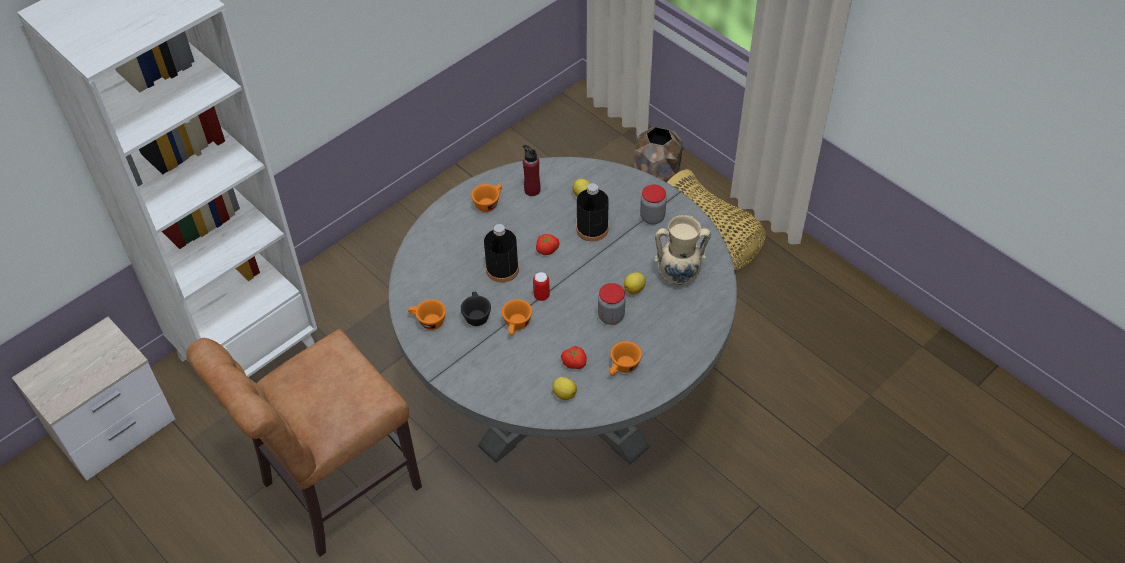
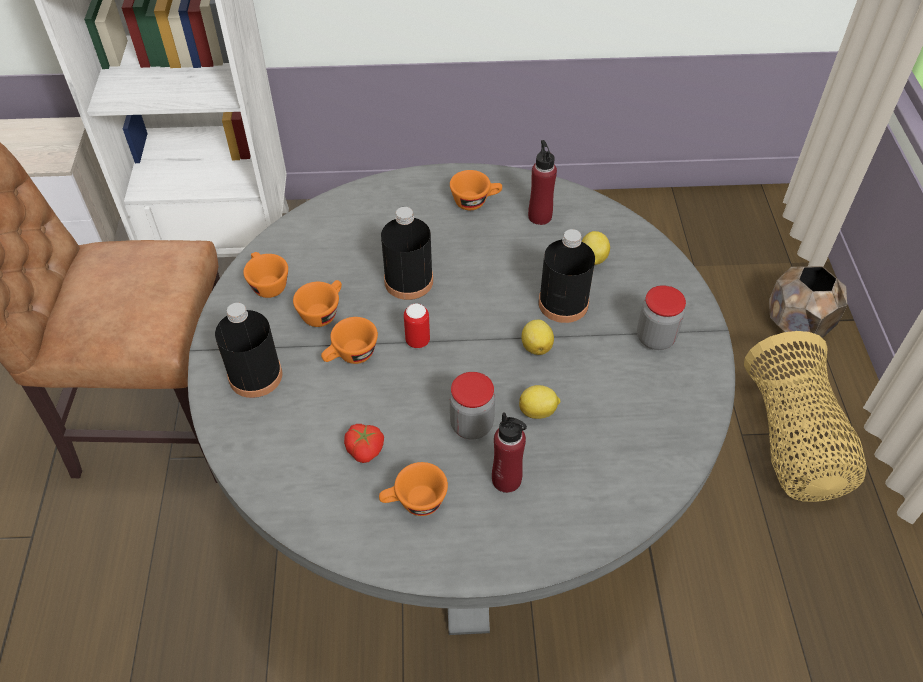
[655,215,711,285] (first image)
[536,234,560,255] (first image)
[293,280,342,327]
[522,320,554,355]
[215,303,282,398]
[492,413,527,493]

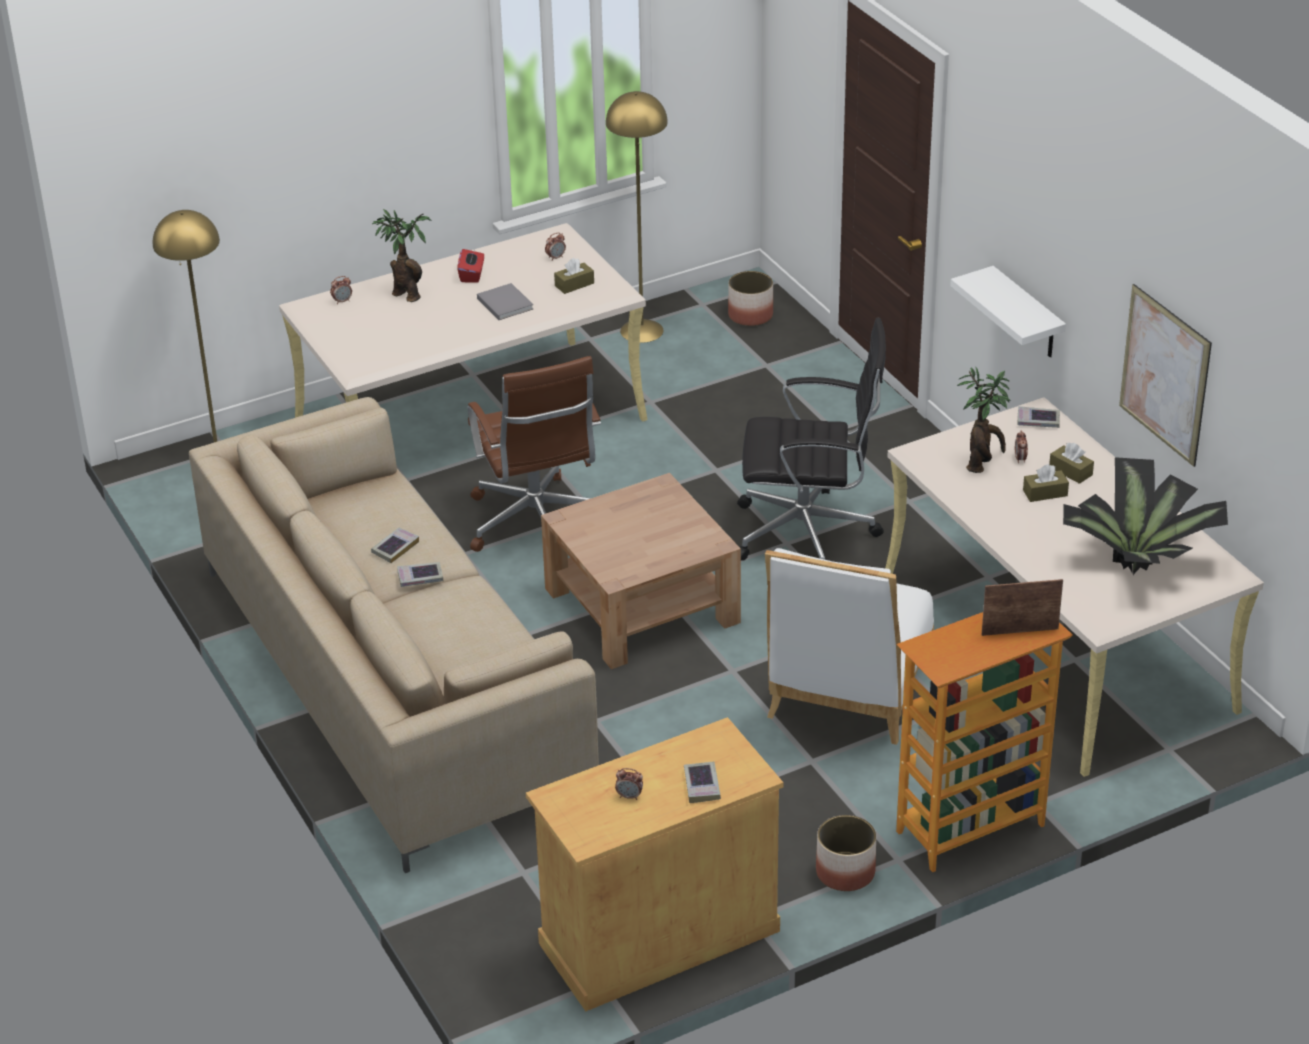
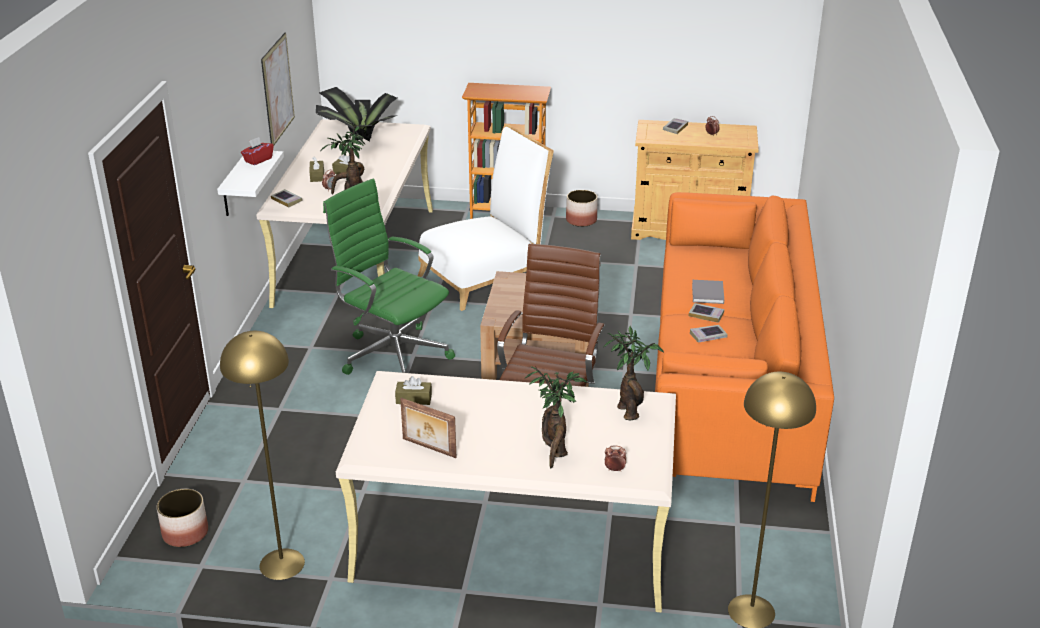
[545,232,566,261] (first image)
[241,137,274,165]
[692,280,724,304]
[323,179,455,375]
[655,192,834,502]
[400,398,457,458]
[603,326,664,420]

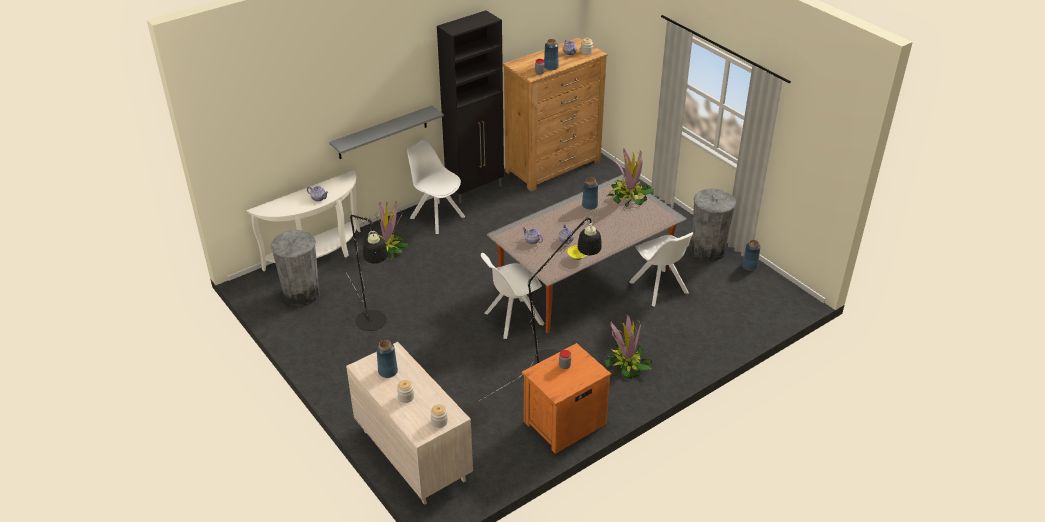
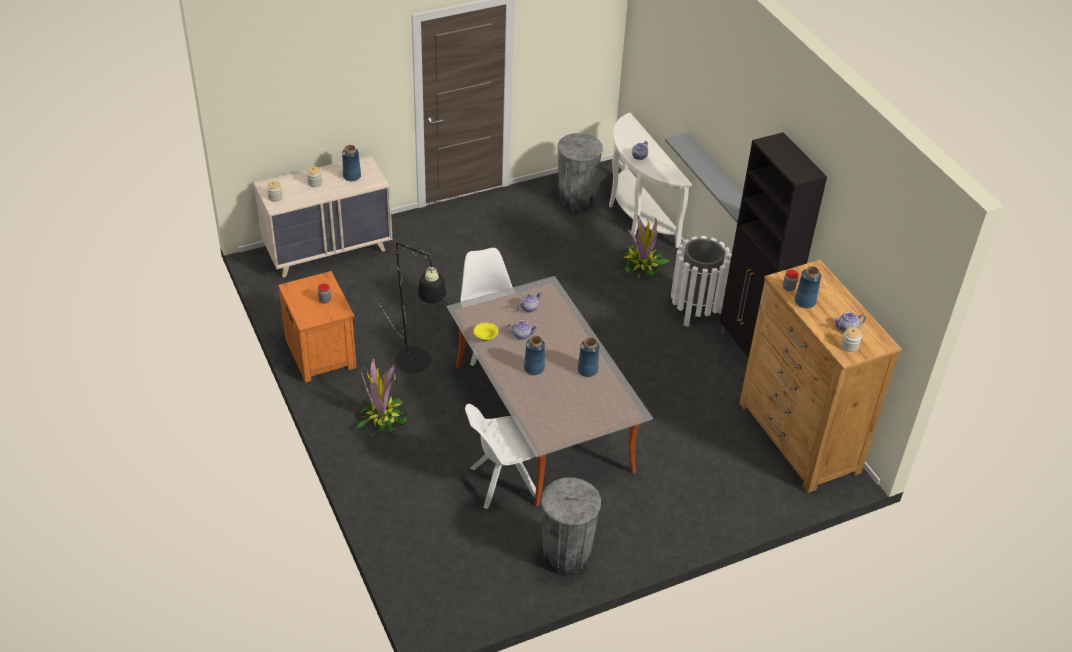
[671,236,732,327]
[606,149,655,207] (first image)
[345,215,388,331] (first image)
[524,336,545,375]

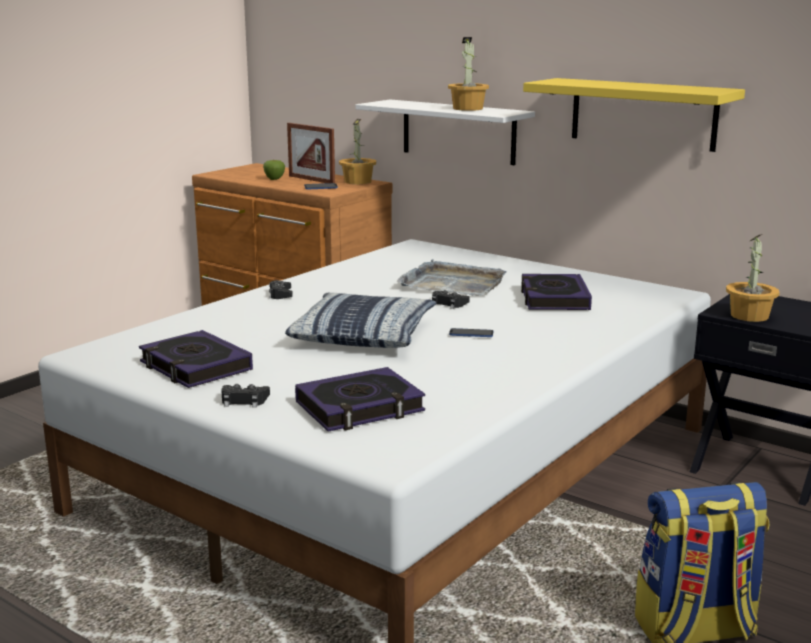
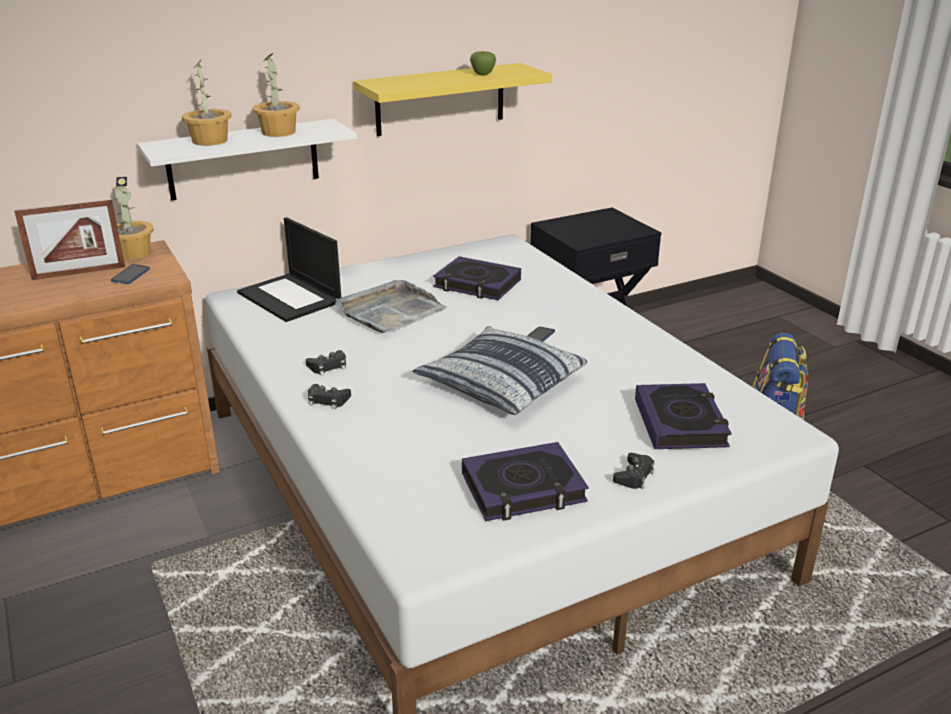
[470,51,496,76]
[182,60,231,146]
[306,350,346,375]
[237,217,341,322]

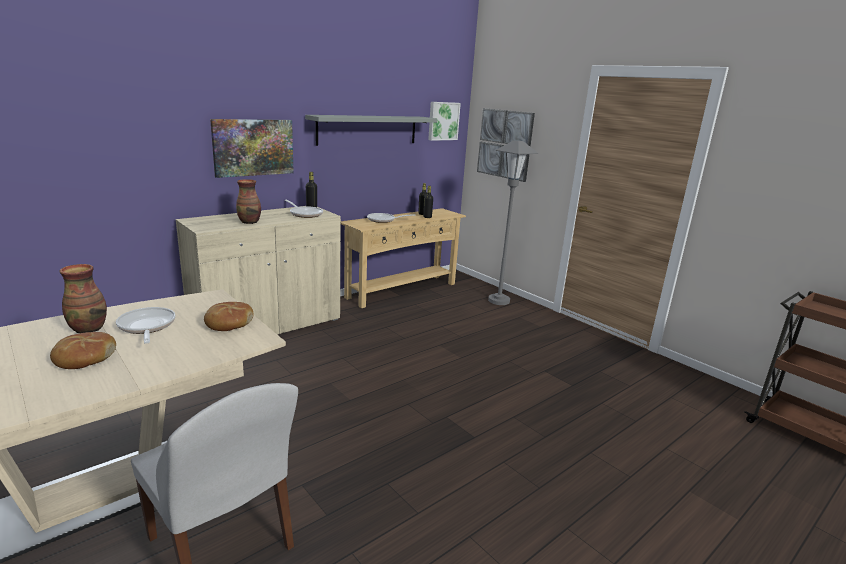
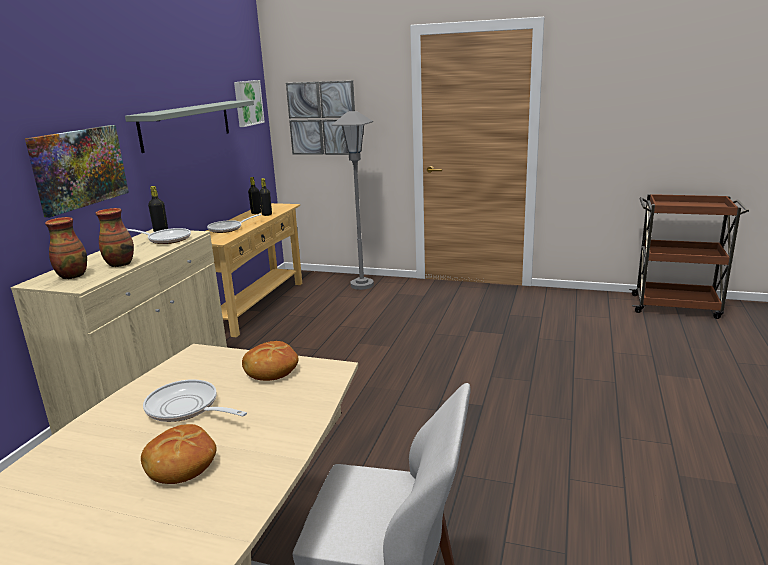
[45,217,87,279]

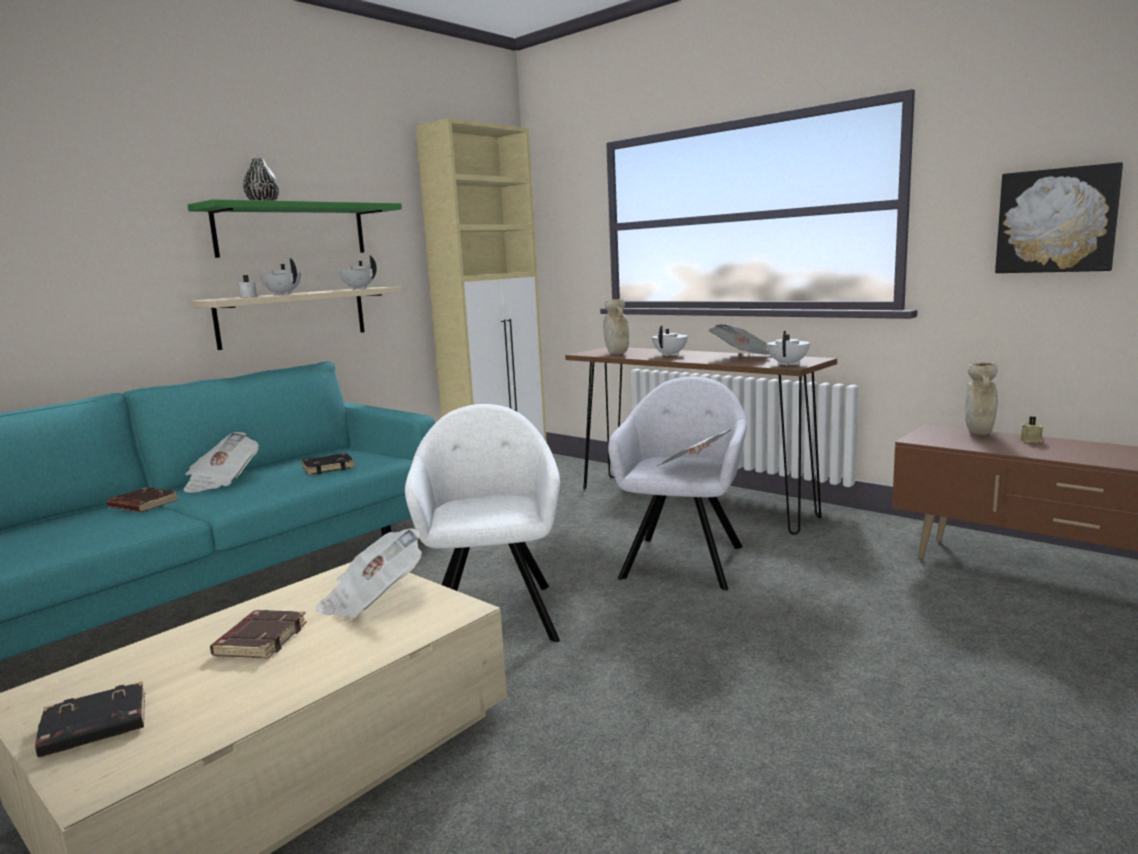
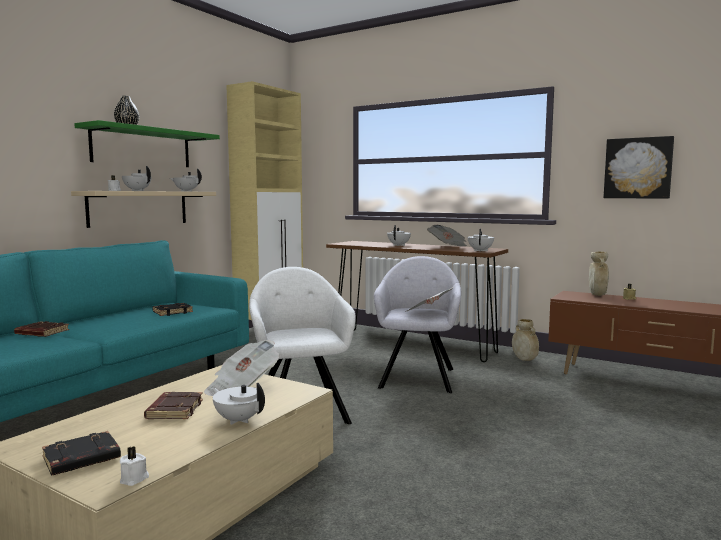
[512,319,539,361]
[183,432,259,493] (first image)
[212,383,265,425]
[120,446,149,486]

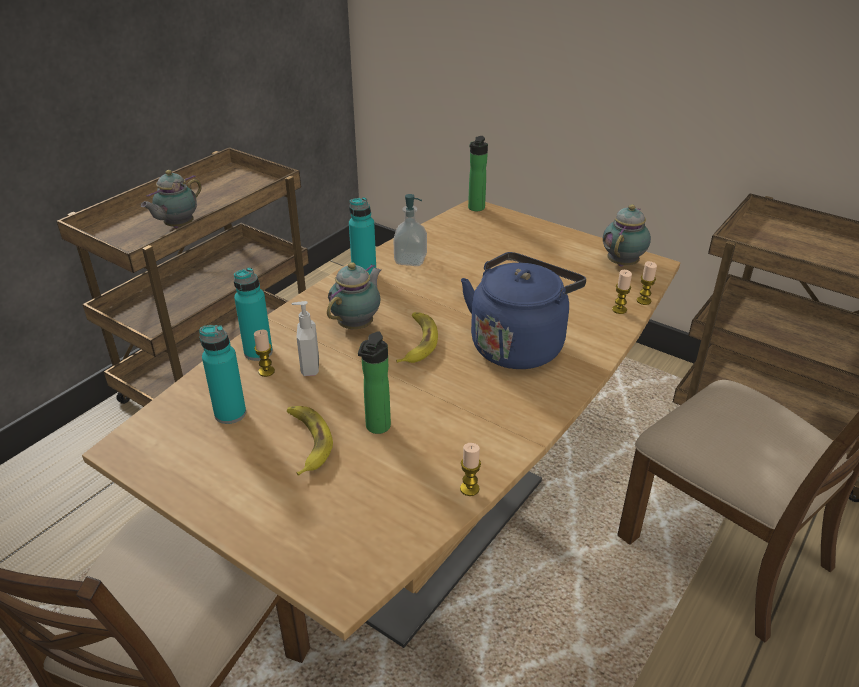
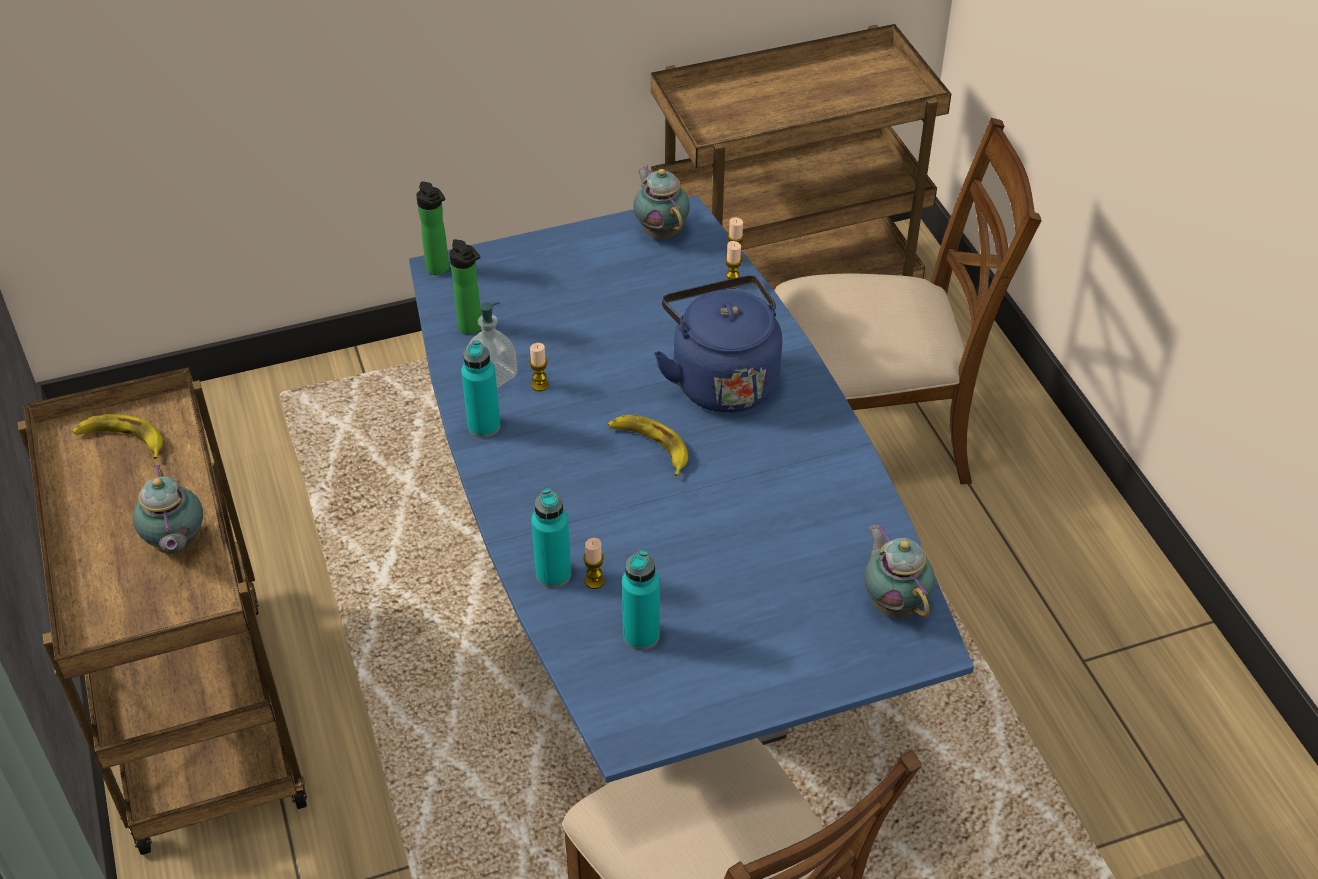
[409,195,974,783]
[864,525,935,617]
[291,301,319,376] (first image)
[449,239,481,334]
[73,414,163,459]
[529,343,549,391]

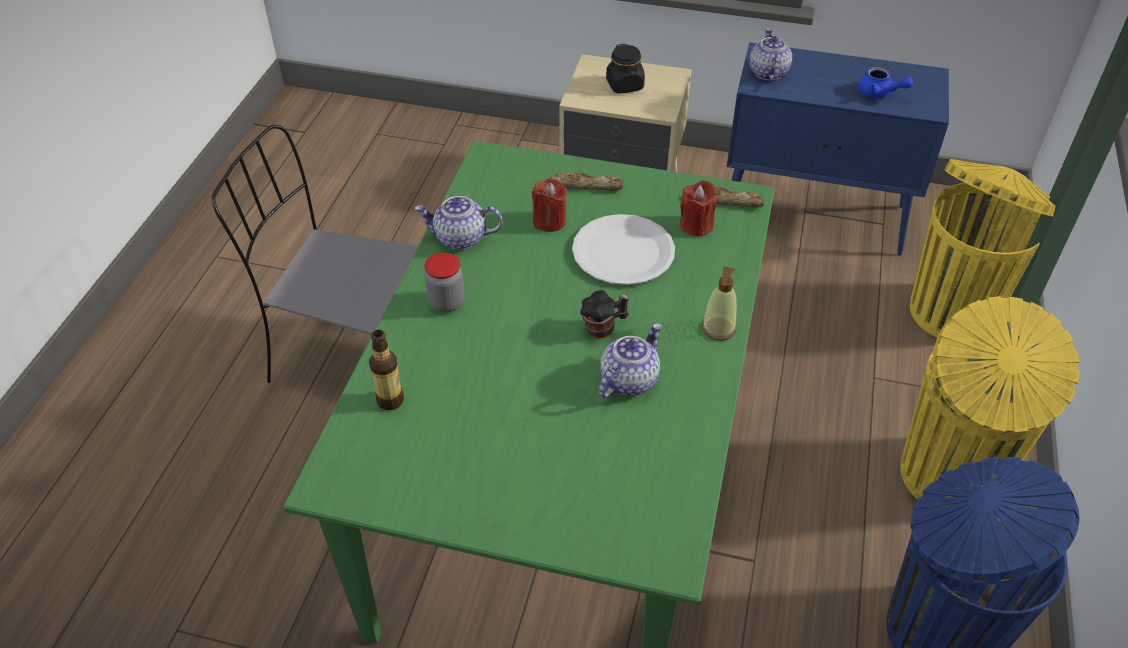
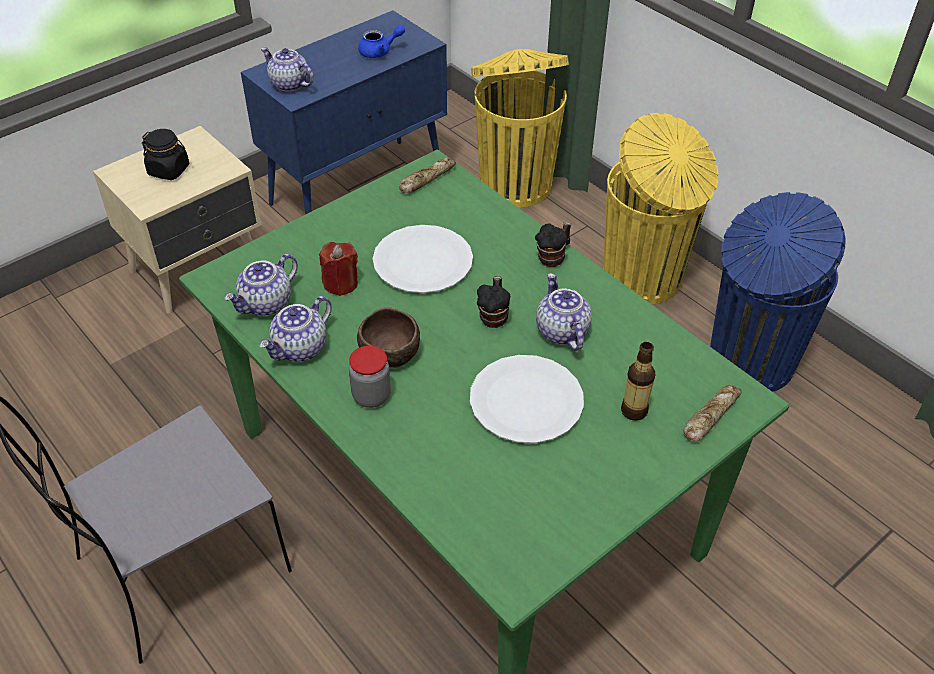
[683,385,742,442]
[680,180,717,237] (first image)
[535,222,571,267]
[621,342,655,421]
[224,254,298,316]
[357,307,420,368]
[470,355,584,443]

